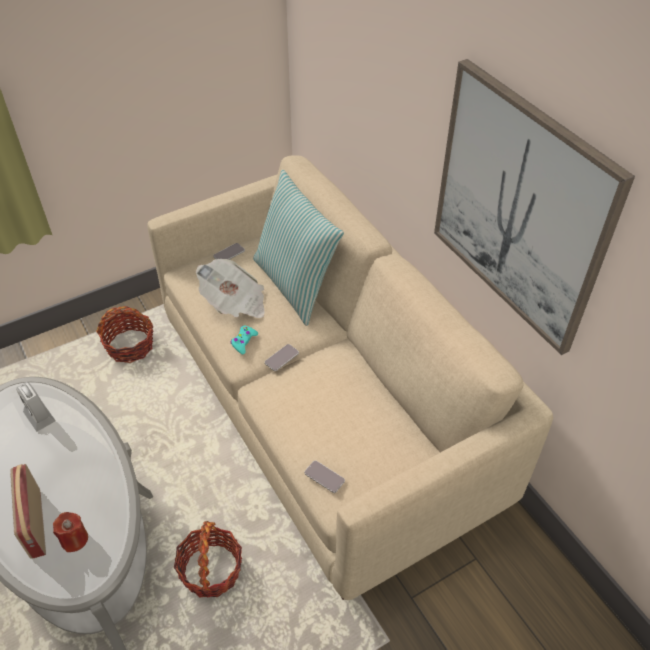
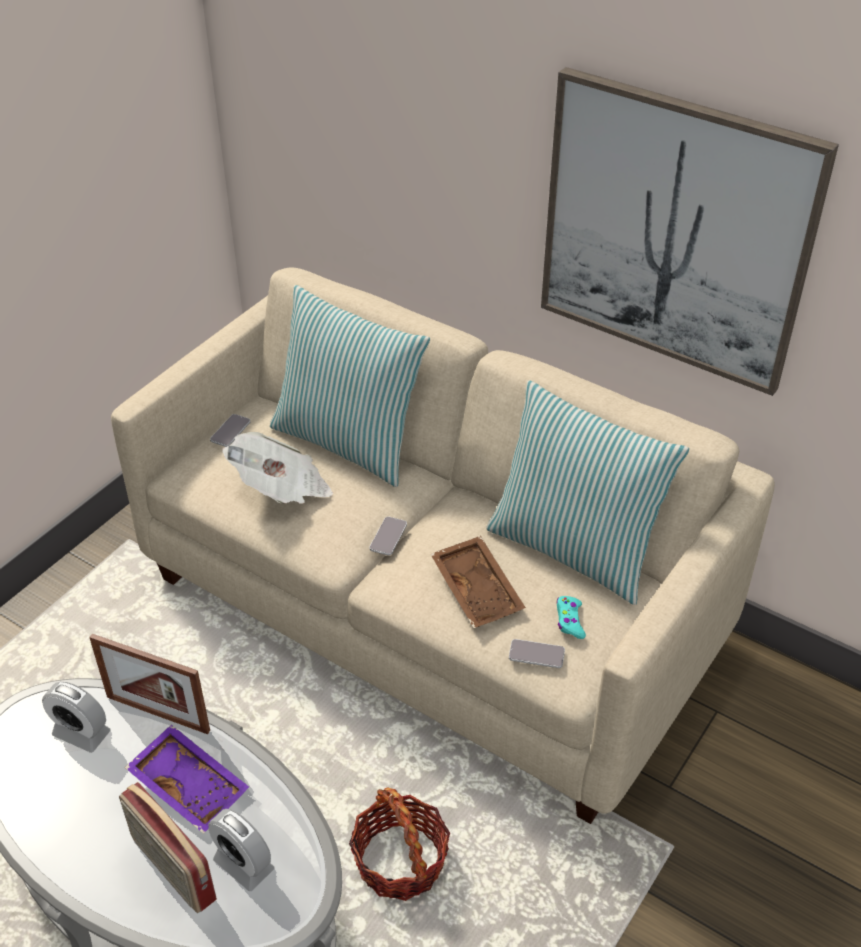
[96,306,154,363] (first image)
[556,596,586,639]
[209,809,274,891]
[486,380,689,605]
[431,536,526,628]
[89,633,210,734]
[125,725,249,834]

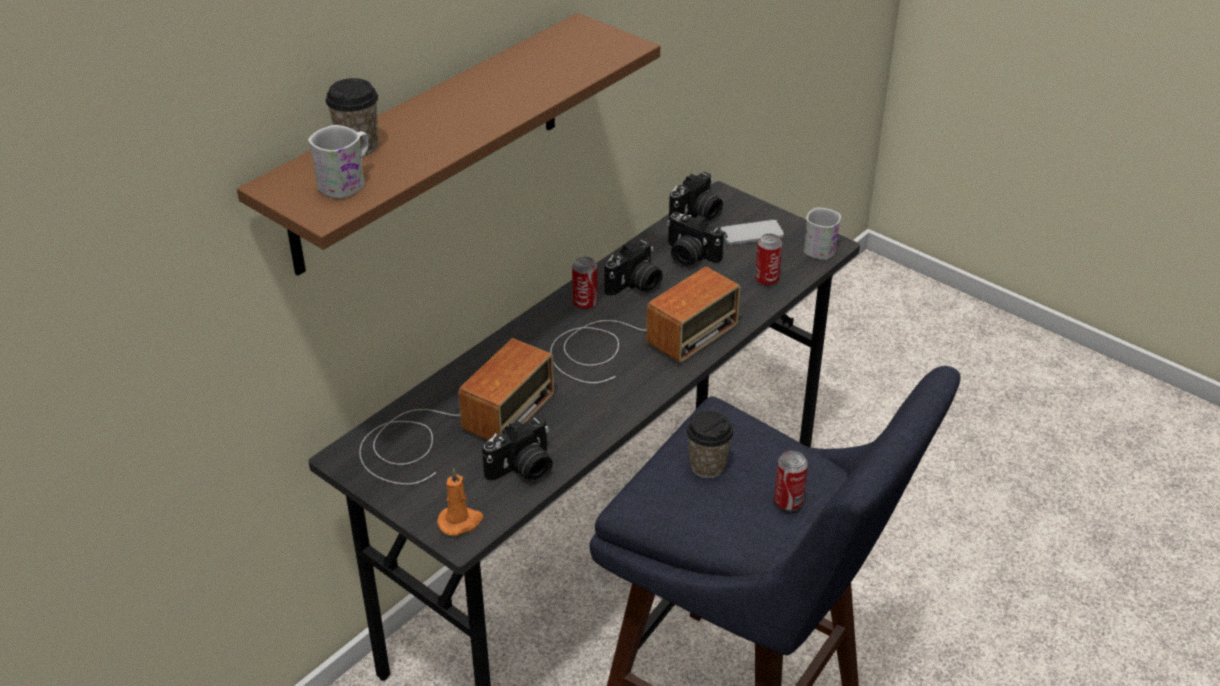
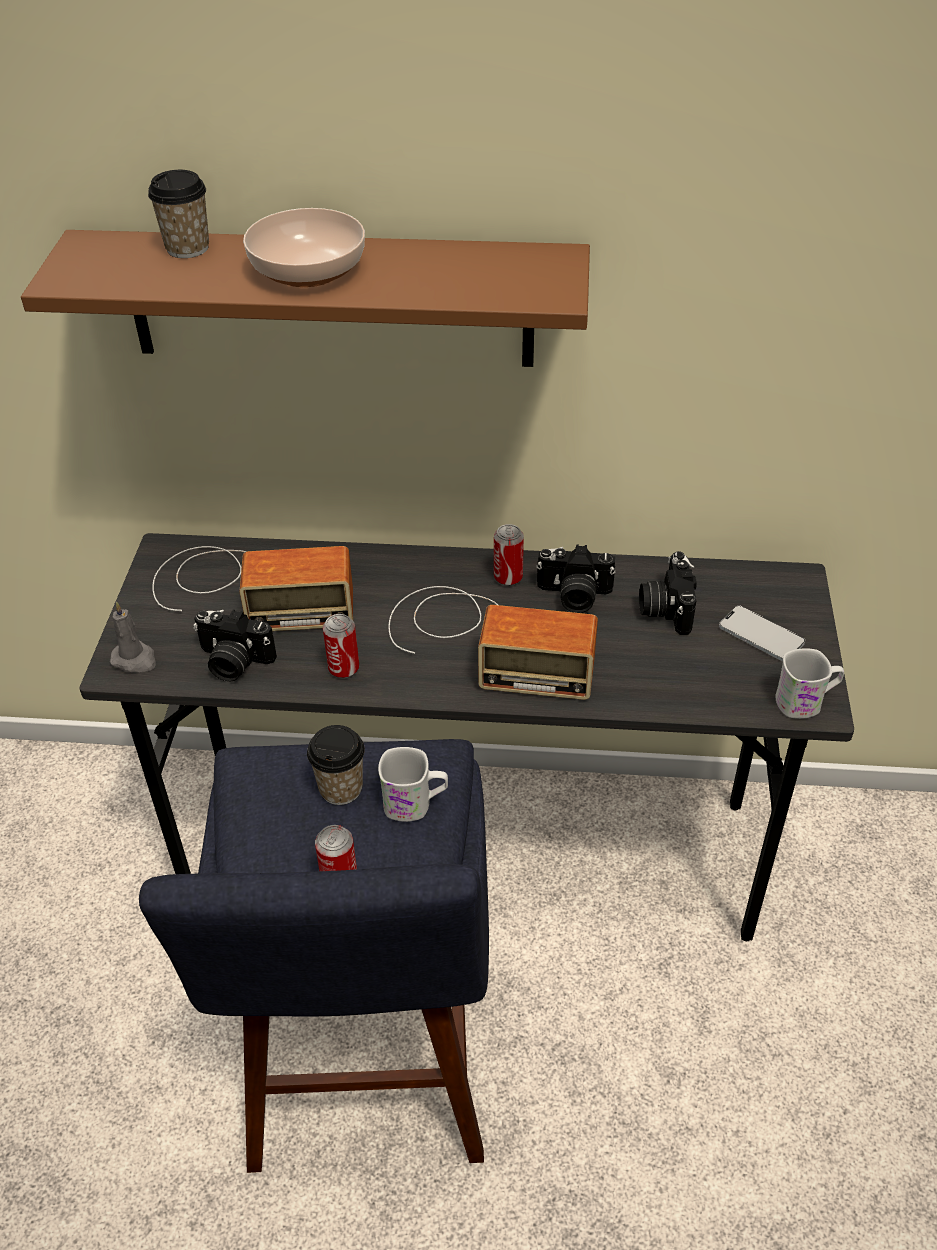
[378,747,448,822]
[669,172,723,221] (first image)
[323,614,359,679]
[110,601,156,673]
[243,208,365,287]

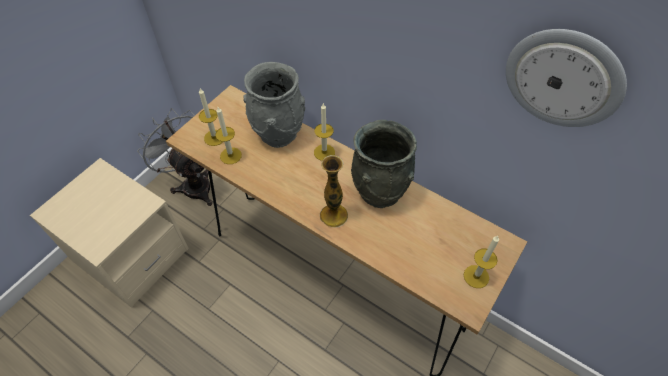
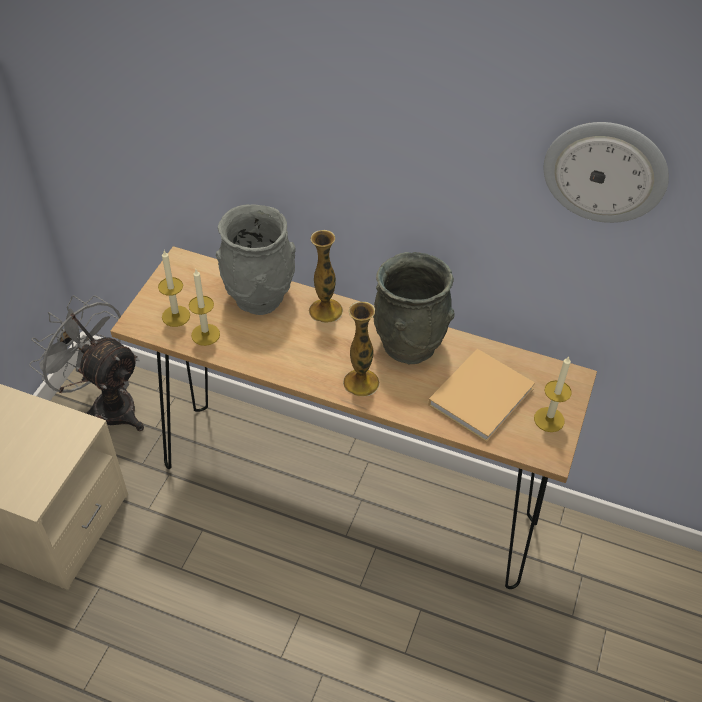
[309,230,343,323]
[428,349,535,442]

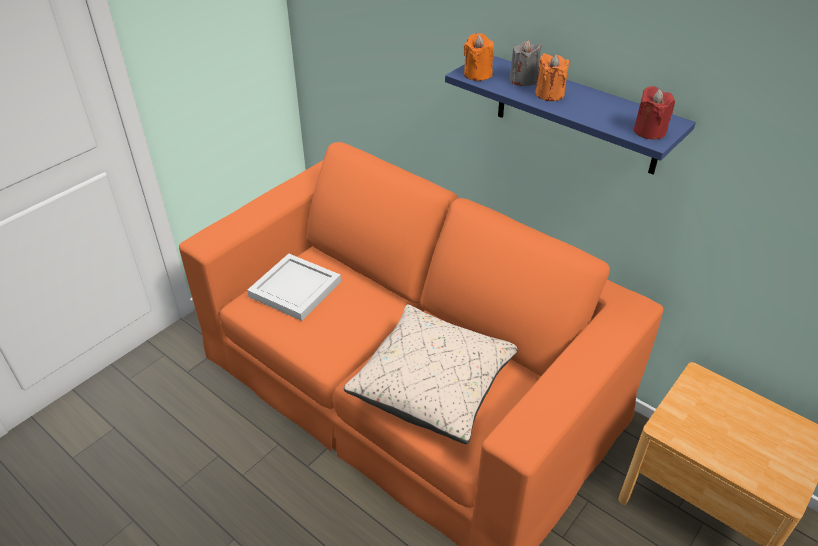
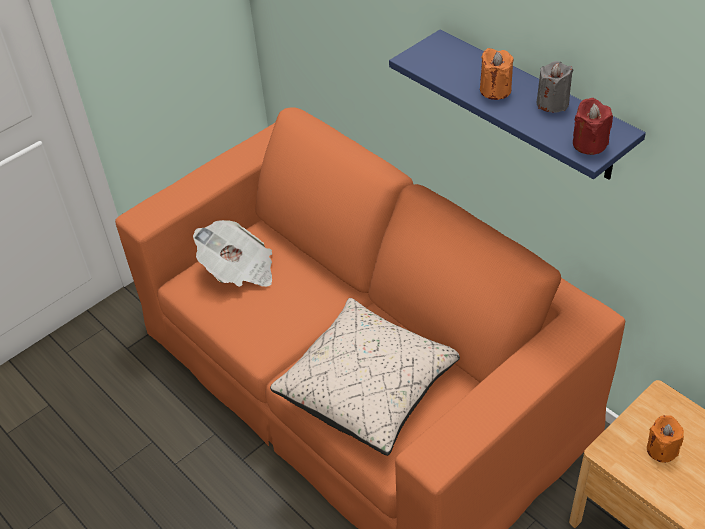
[647,415,684,462]
[536,61,574,113]
[193,220,272,287]

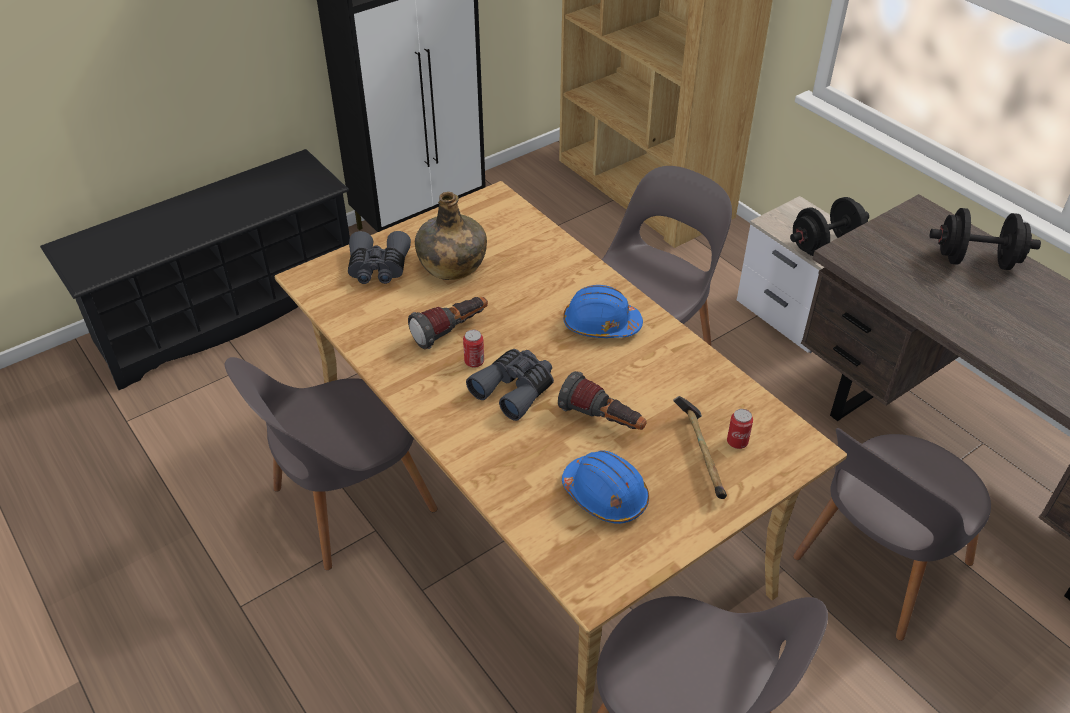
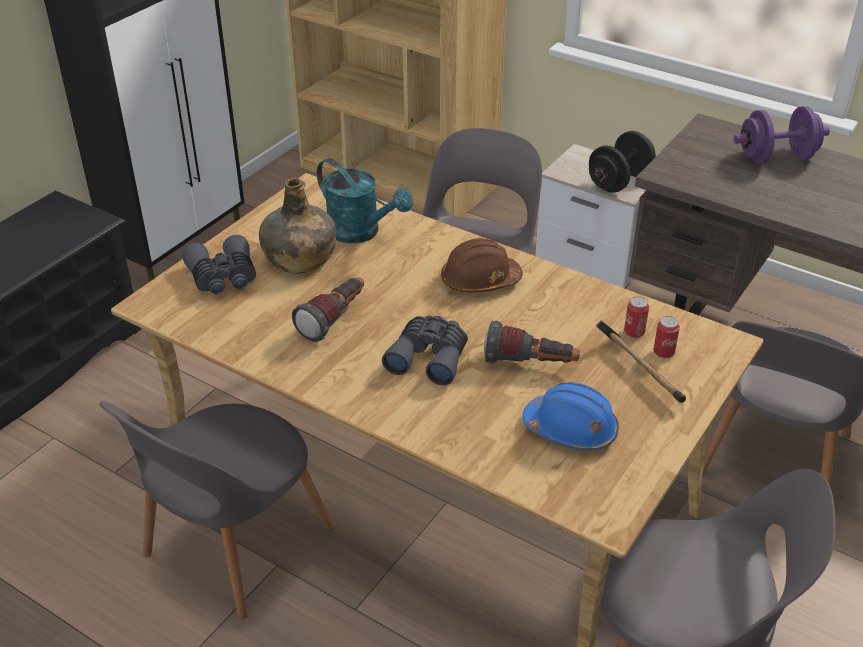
[734,106,830,164]
[441,238,523,292]
[624,297,649,338]
[317,158,413,244]

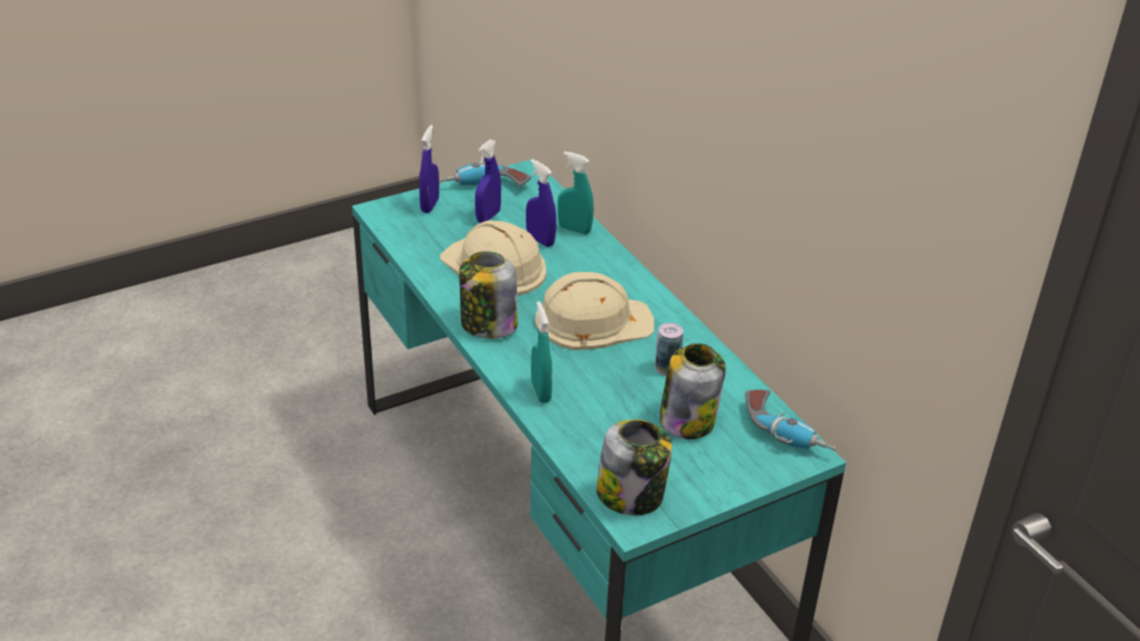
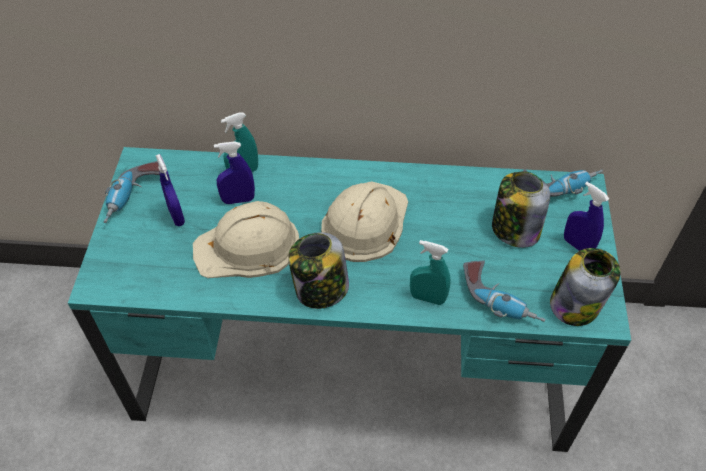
[564,182,609,251]
[655,323,683,376] (first image)
[463,260,545,322]

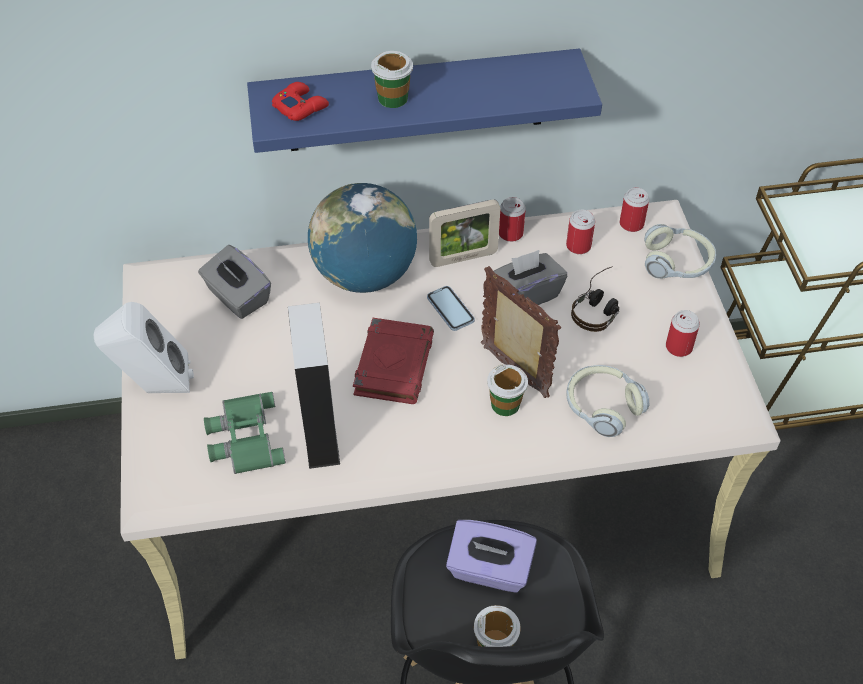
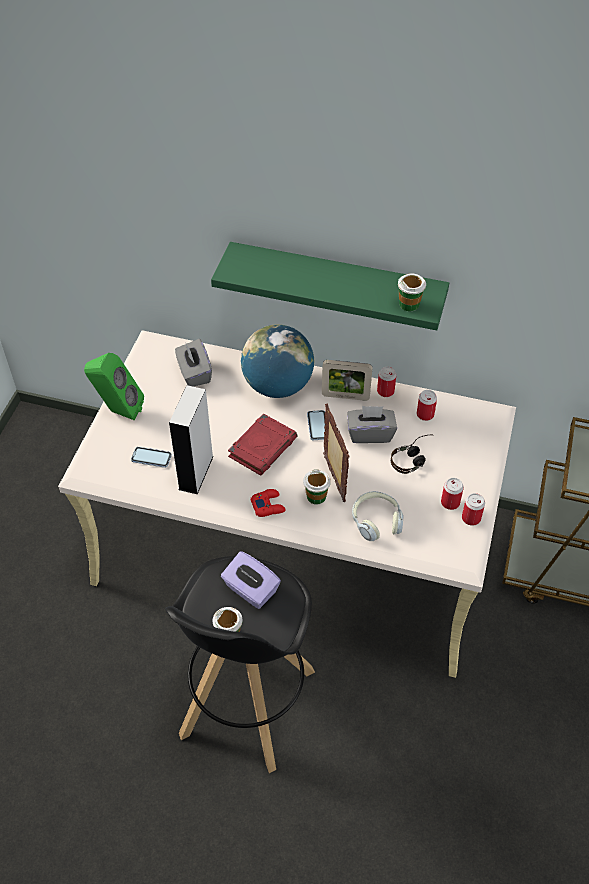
[211,242,449,330]
[398,273,426,311]
[250,489,286,517]
[462,493,485,526]
[644,224,716,279] (first image)
[84,353,144,420]
[131,447,172,468]

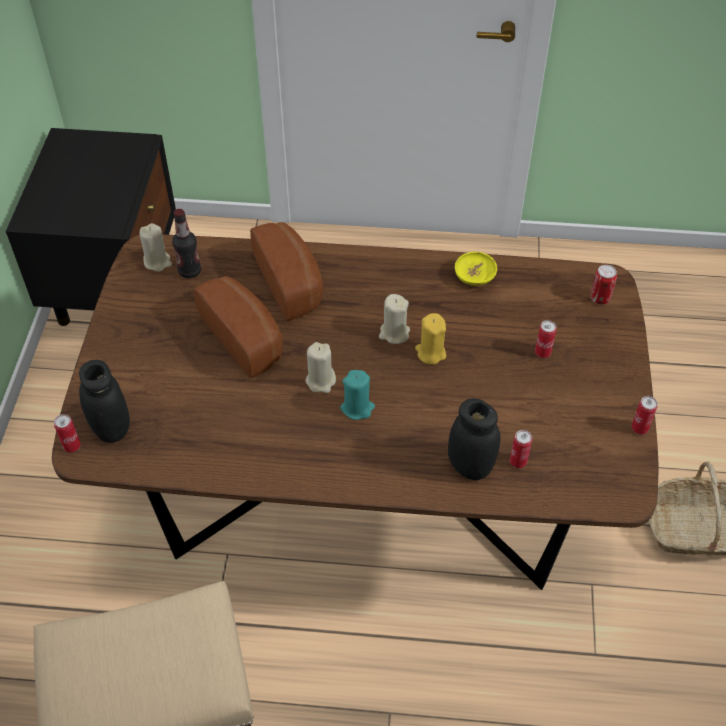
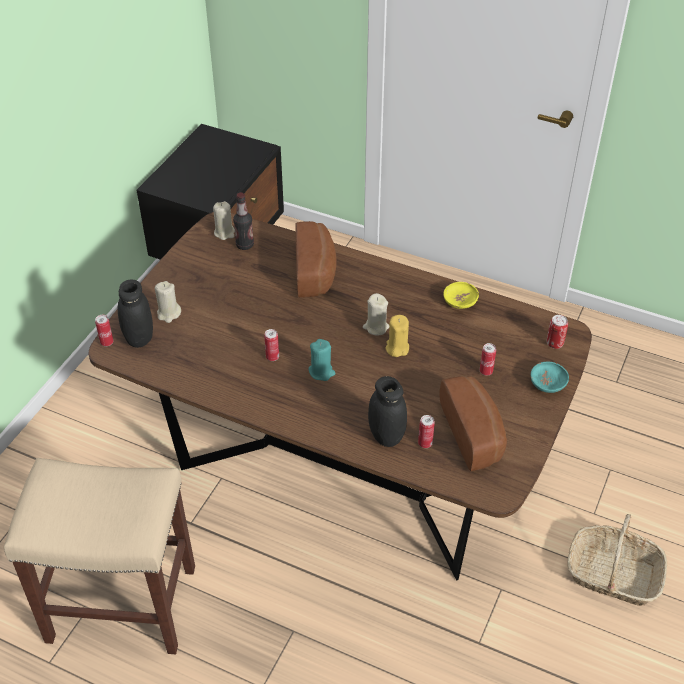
[440,376,507,471]
[155,281,181,323]
[264,329,279,361]
[531,362,569,393]

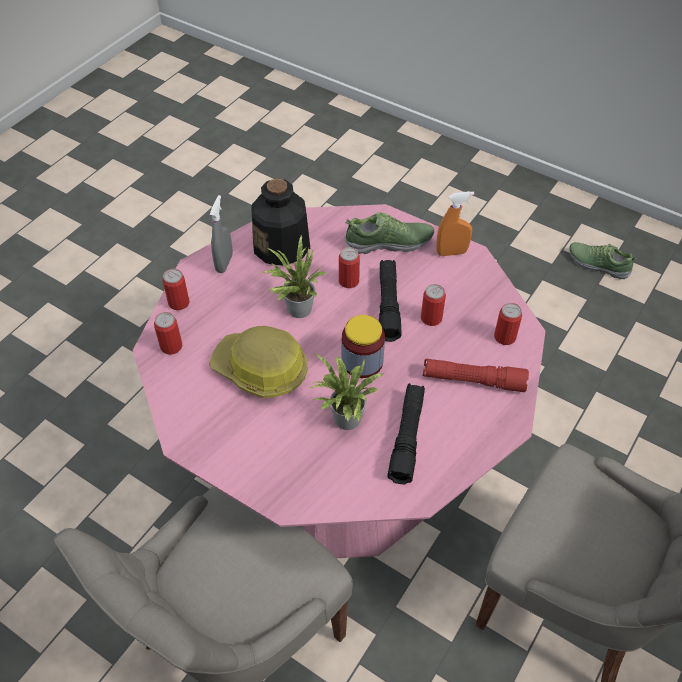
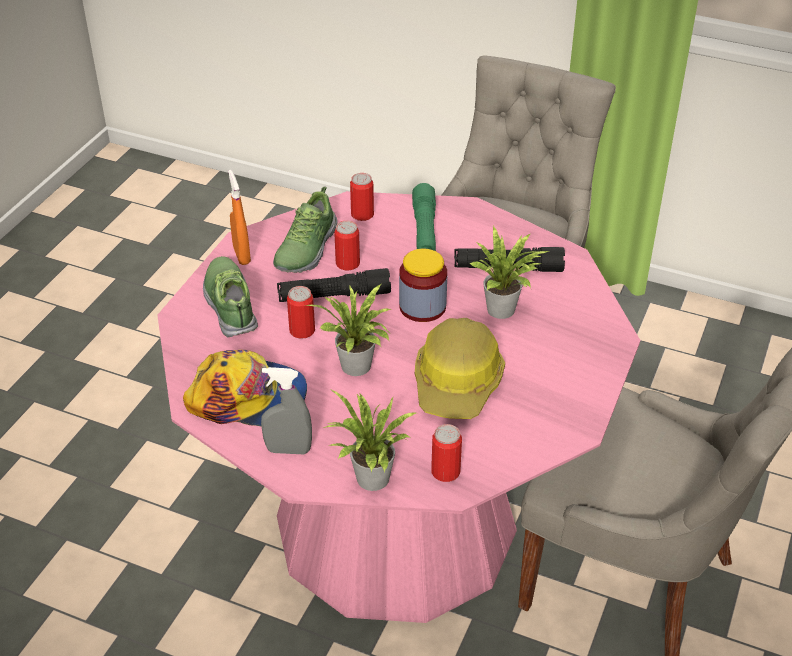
[183,350,307,426]
[273,186,338,273]
[323,390,416,491]
[412,183,436,251]

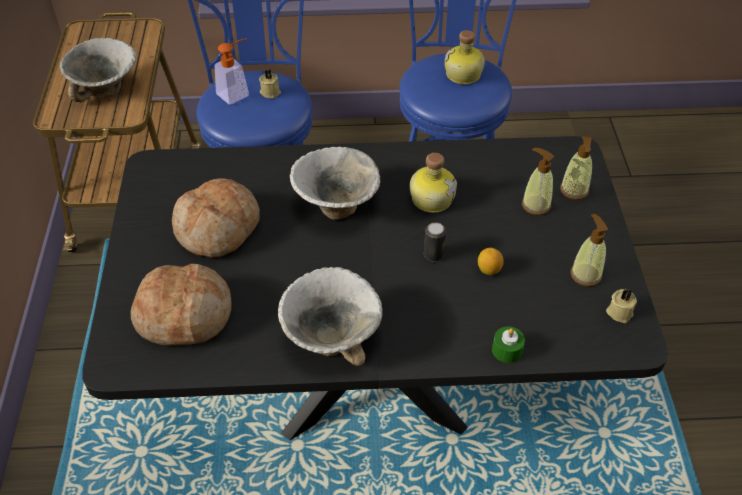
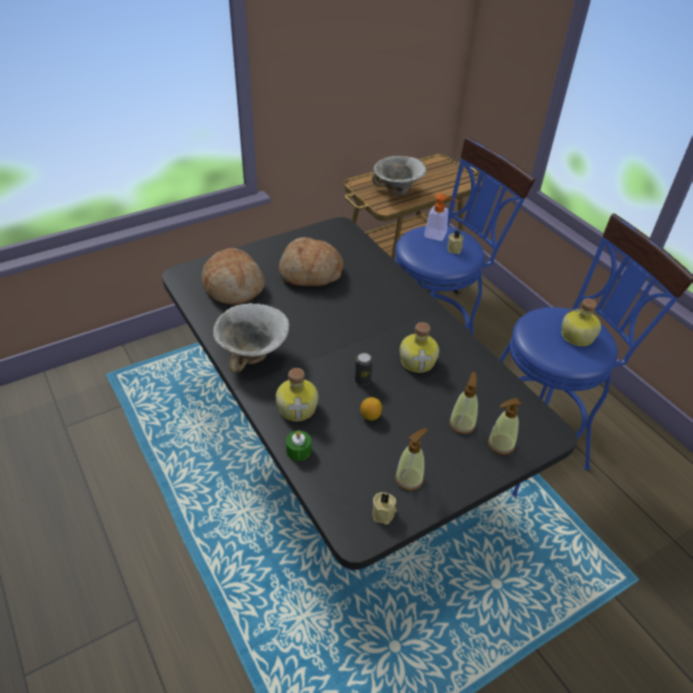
[290,147,381,220] (first image)
[276,368,318,421]

